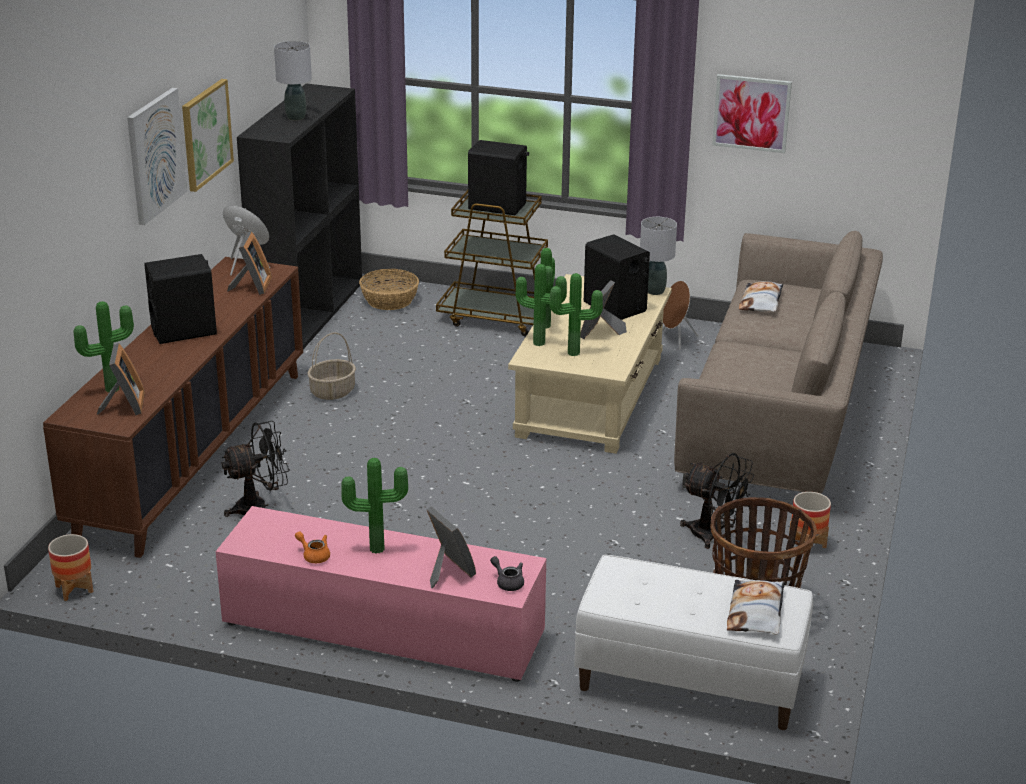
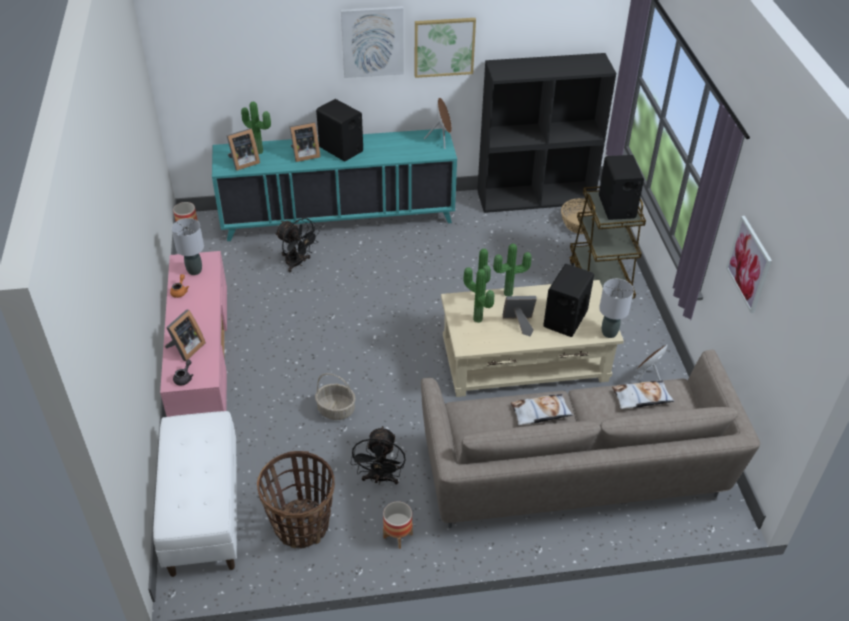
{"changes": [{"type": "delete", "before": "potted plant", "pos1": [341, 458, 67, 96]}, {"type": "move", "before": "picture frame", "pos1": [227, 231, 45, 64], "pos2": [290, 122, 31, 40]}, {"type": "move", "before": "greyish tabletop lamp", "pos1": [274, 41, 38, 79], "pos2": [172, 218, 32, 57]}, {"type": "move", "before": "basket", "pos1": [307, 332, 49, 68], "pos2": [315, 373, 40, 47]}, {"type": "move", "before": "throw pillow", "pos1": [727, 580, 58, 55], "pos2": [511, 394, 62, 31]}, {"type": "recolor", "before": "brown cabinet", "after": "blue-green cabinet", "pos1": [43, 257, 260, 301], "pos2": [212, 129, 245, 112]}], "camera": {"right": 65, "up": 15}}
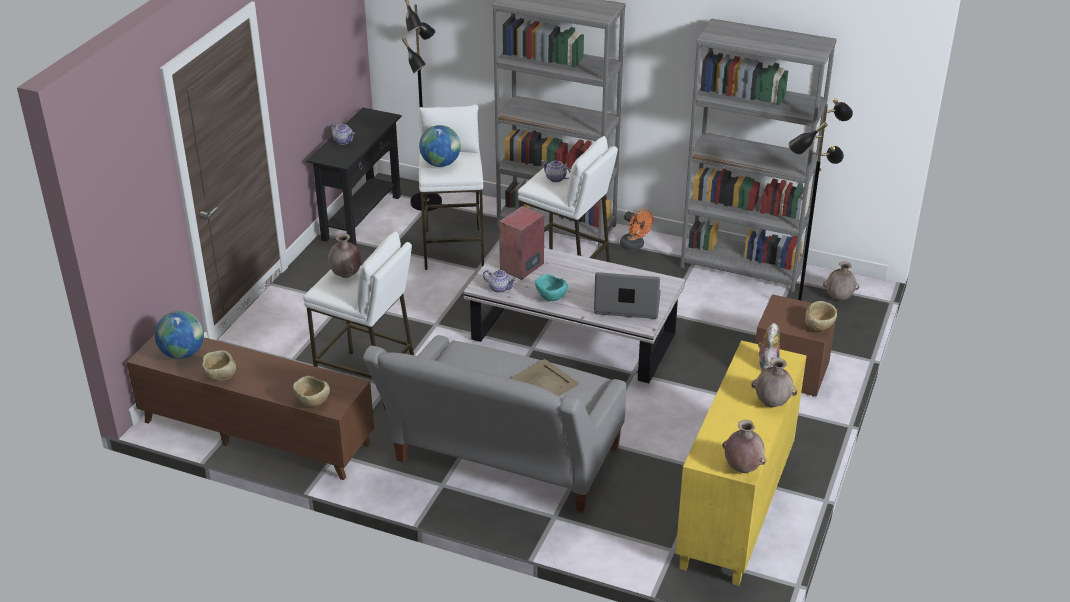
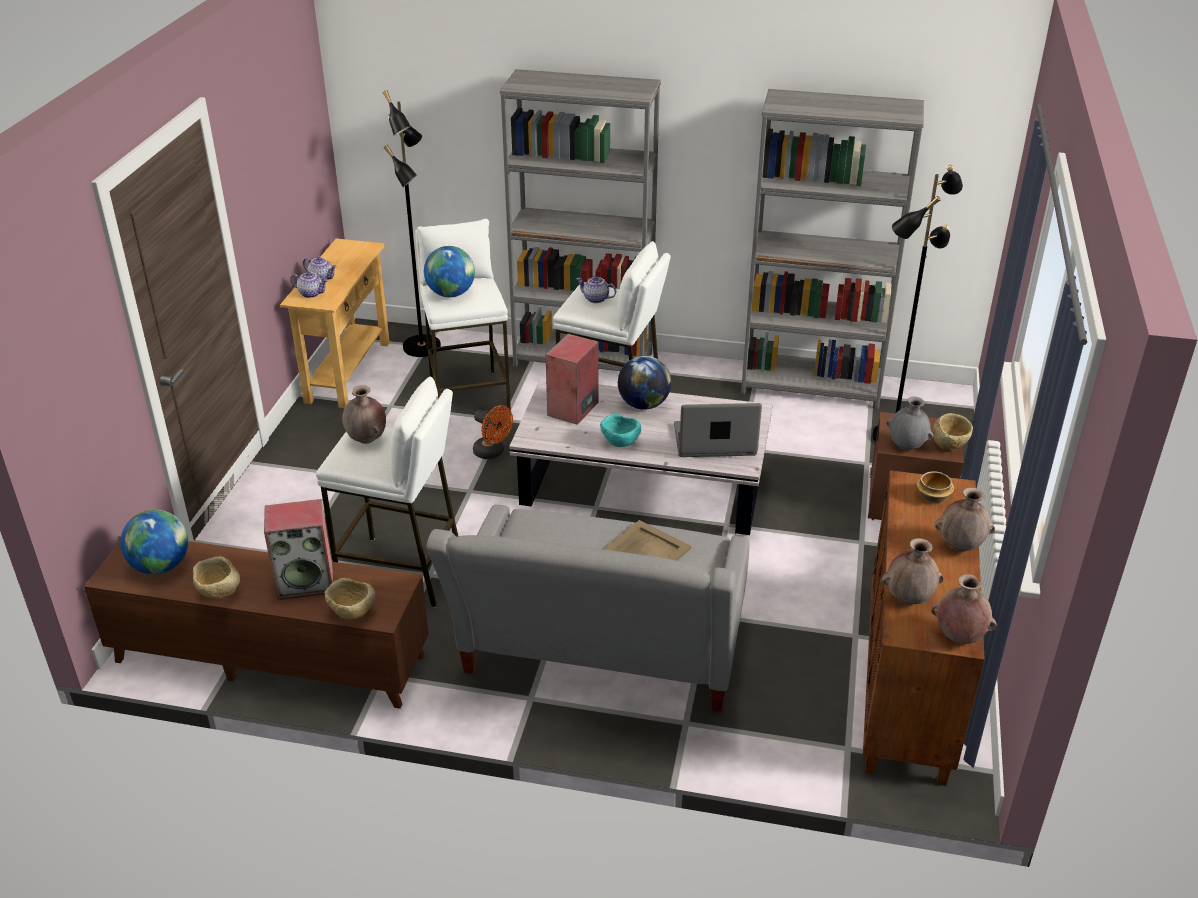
{"changes": [{"type": "insert", "after": "loudspeaker", "pos2": [264, 499, 69, 101]}, {"type": "insert", "after": "desk globe", "pos2": [618, 356, 53, 54]}, {"type": "insert", "after": "greyish flower vase", "pos2": [886, 397, 48, 54]}, {"type": "move", "before": "tea pot", "pos1": [483, 270, 33, 23], "pos2": [290, 272, 38, 26]}, {"type": "move", "before": "orange cooling fan", "pos1": [620, 209, 34, 41], "pos2": [473, 405, 40, 54]}, {"type": "move", "before": "brown flower vase", "pos1": [823, 261, 36, 40], "pos2": [882, 538, 62, 67]}, {"type": "replace", "before": "soft toy", "after": "serving bowl", "pos1": [758, 323, 22, 48], "pos2": [917, 471, 37, 32]}, {"type": "recolor", "before": "blackish narrow table", "after": "beige narrow table", "pos1": [306, 108, 96, 138], "pos2": [280, 239, 110, 169]}, {"type": "recolor", "before": "yellow cabinet", "after": "brown cabinet", "pos1": [676, 340, 131, 246], "pos2": [863, 470, 122, 316]}], "camera": {"right": -10, "up": 0}}
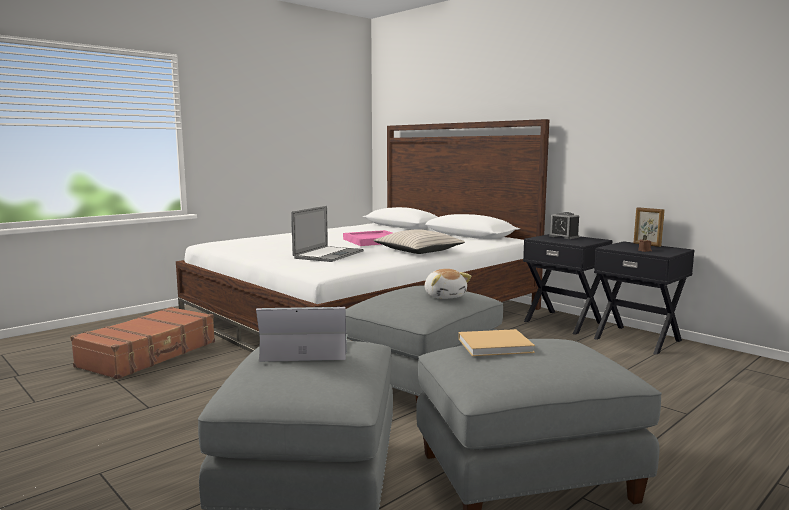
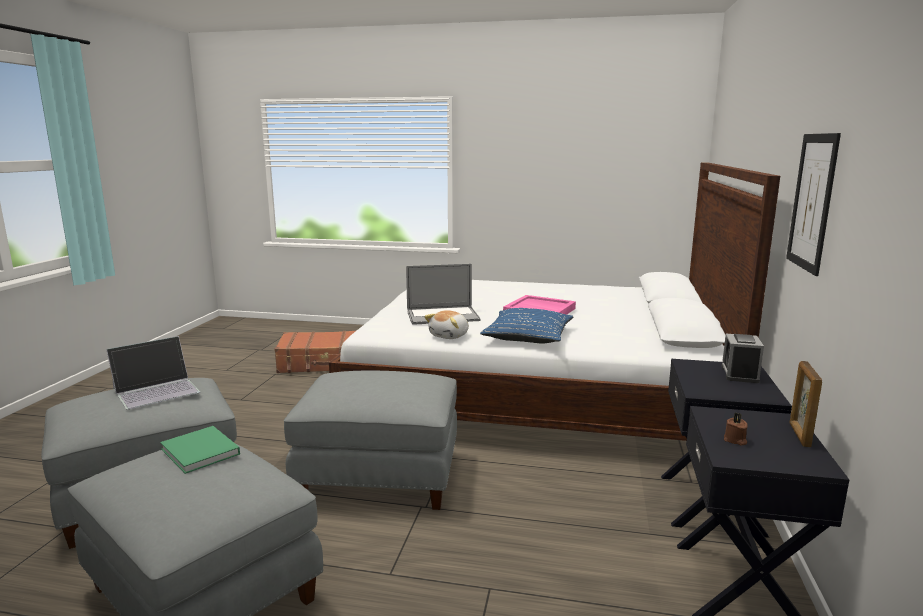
{"changes": [{"type": "insert", "after": "wall picture", "pos2": [786, 133, 55, 143]}, {"type": "move", "before": "soft toy", "pos1": [425, 269, 46, 30], "pos2": [424, 310, 45, 29]}, {"type": "recolor", "before": "beige throw pillow", "after": "blue-coloured throw pillow", "pos1": [373, 229, 92, 25], "pos2": [480, 308, 93, 35]}, {"type": "recolor", "before": "beige volume", "after": "green-coloured volume", "pos1": [458, 329, 77, 27], "pos2": [160, 426, 80, 48]}, {"type": "rotate", "before": "notebook computer", "pos1": [256, 307, 91, 55], "pos2": [106, 336, 95, 74], "turn": 90}], "camera": {"right": 55, "up": 5}}
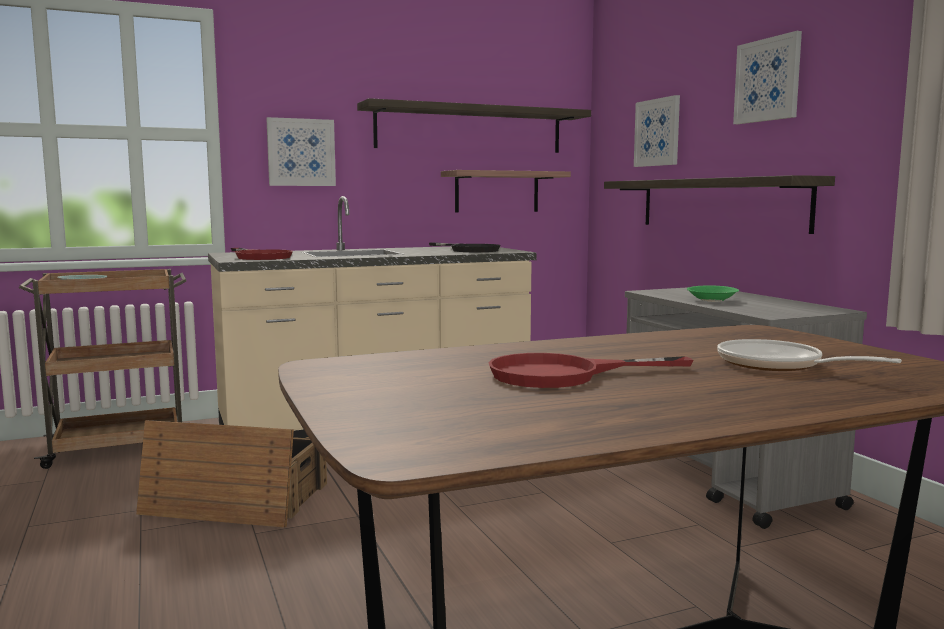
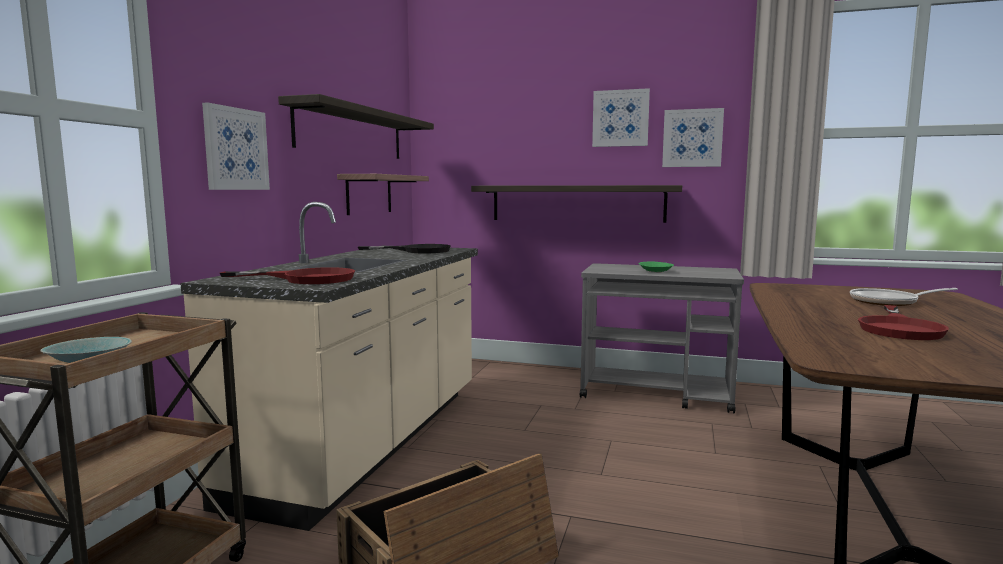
{"changes": [{"type": "move", "before": "wall picture", "pos1": [634, 95, 46, 72], "pos2": [662, 108, 62, 59]}], "camera": {"right": -50, "up": 0}}
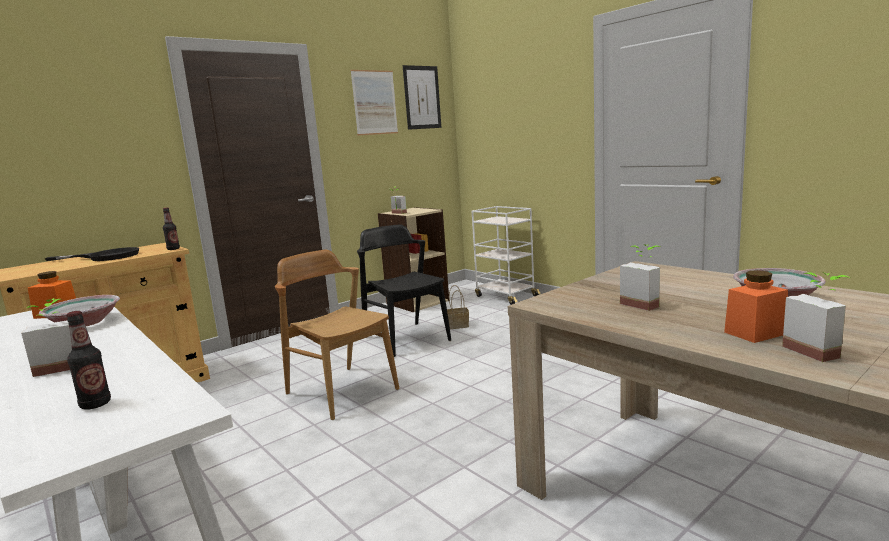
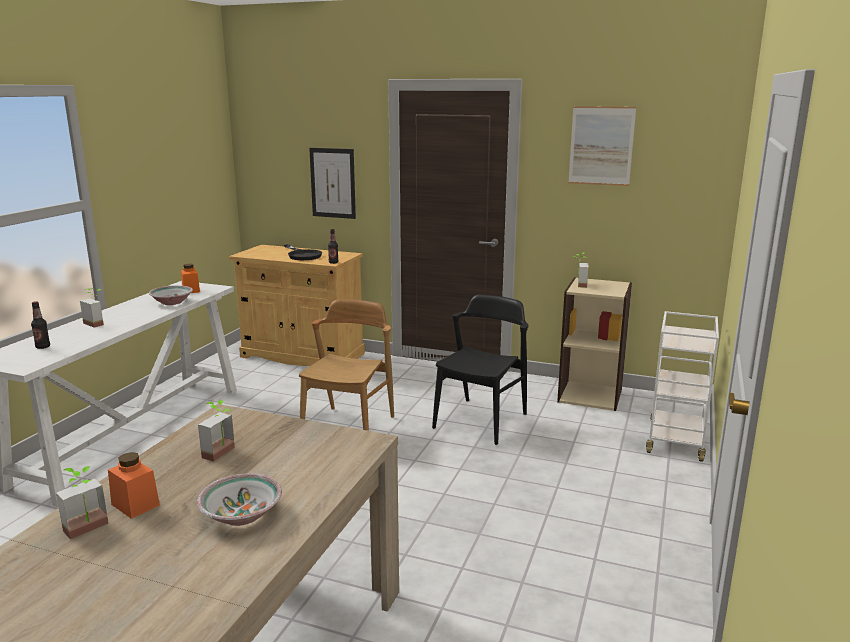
{"changes": [{"type": "delete", "before": "basket", "pos1": [447, 285, 22, 44]}, {"type": "move", "before": "wall picture", "pos1": [403, 65, 38, 65], "pos2": [309, 148, 47, 71]}], "camera": {"right": 60, "up": 5}}
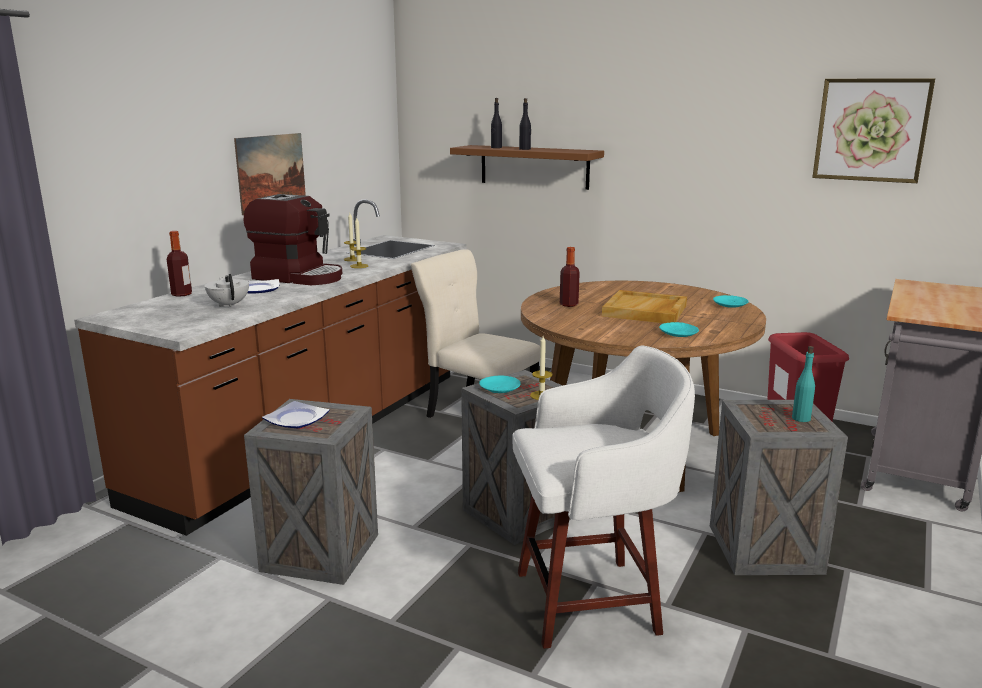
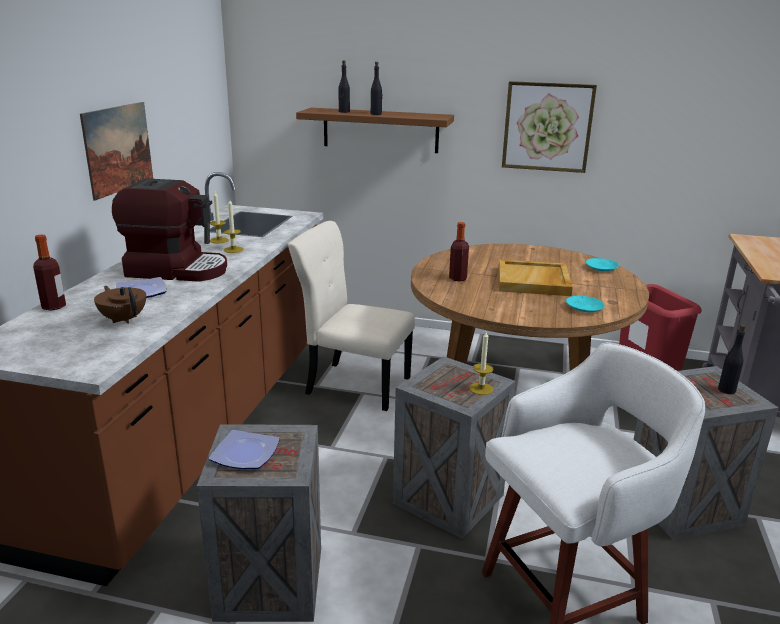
{"changes": [{"type": "delete", "before": "blue-green plate", "pos1": [479, 376, 42, 17]}, {"type": "move", "before": "wall picture", "pos1": [812, 78, 123, 105], "pos2": [502, 81, 95, 92]}, {"type": "recolor", "before": "white tea pot", "after": "brown tea pot", "pos1": [205, 274, 44, 34], "pos2": [94, 286, 52, 38]}, {"type": "recolor", "before": "blue-green bottle", "after": "blackish bottle", "pos1": [792, 346, 23, 76], "pos2": [718, 325, 28, 69]}], "camera": {"right": -15, "up": 5}}
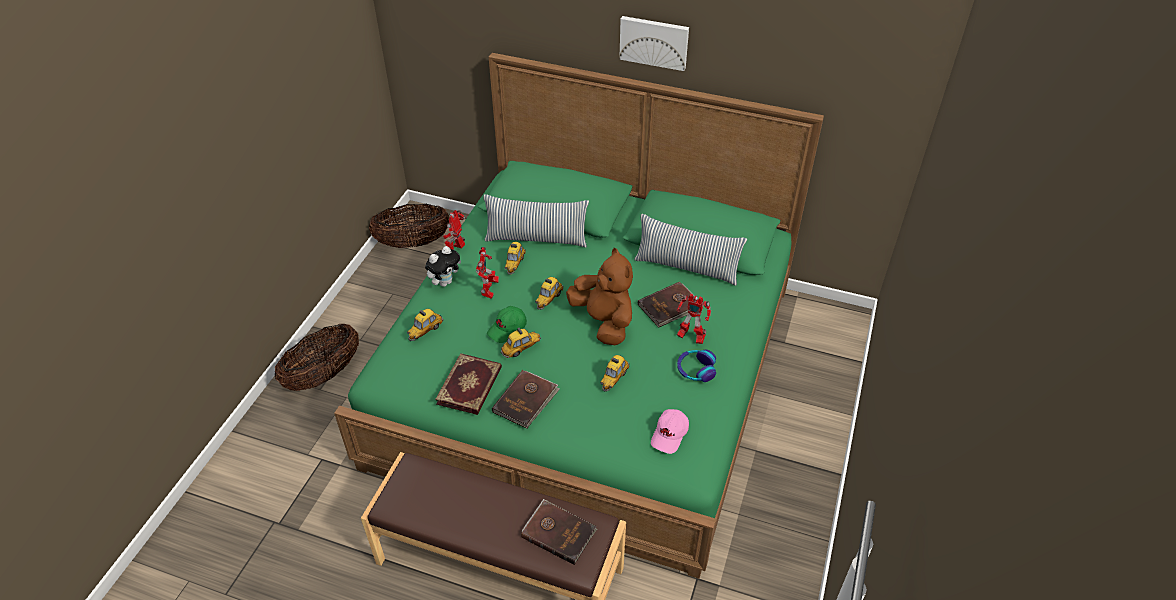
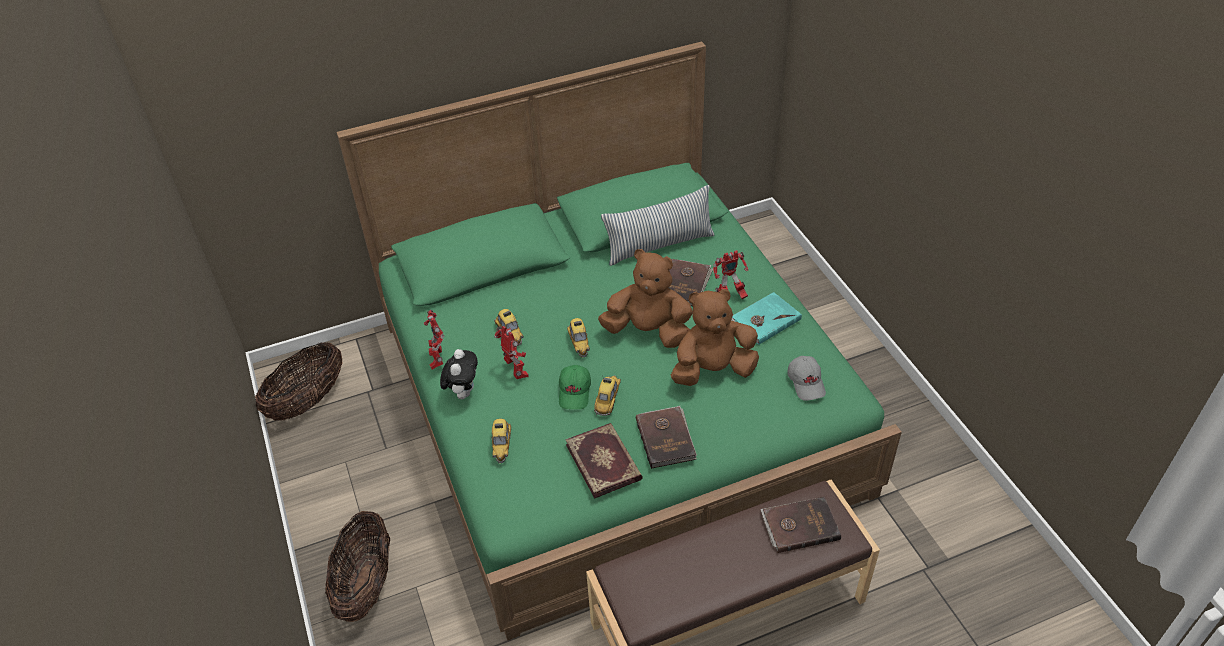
{"changes": [{"type": "delete", "before": "throw pillow", "pos1": [483, 194, 106, 53]}, {"type": "delete", "before": "wall picture", "pos1": [619, 16, 70, 55]}, {"type": "replace", "before": "toy car", "after": "brown soft toy", "pos1": [600, 355, 30, 37], "pos2": [671, 289, 88, 97]}, {"type": "replace", "before": "pair of headphones", "after": "blue-green volume", "pos1": [677, 350, 39, 32], "pos2": [731, 292, 71, 53]}, {"type": "recolor", "before": "pink baseball cap", "after": "greyish baseball cap", "pos1": [651, 409, 38, 45], "pos2": [787, 356, 39, 45]}], "camera": {"right": -40, "up": 0}}
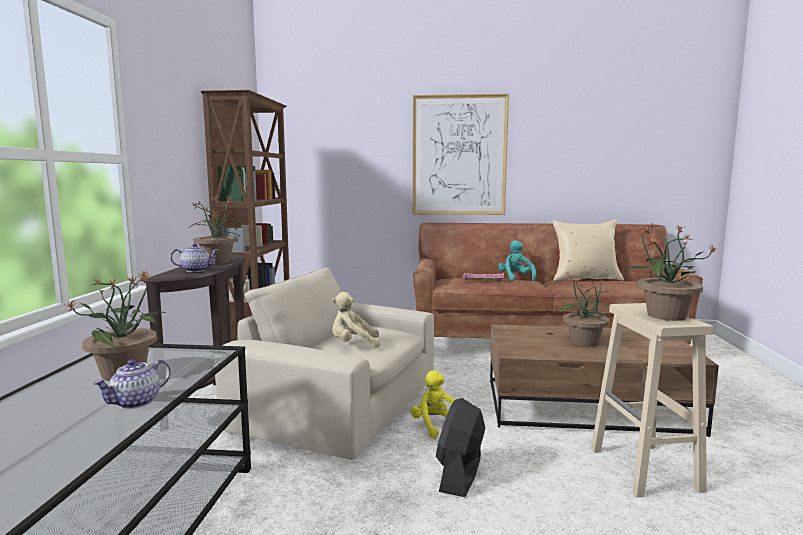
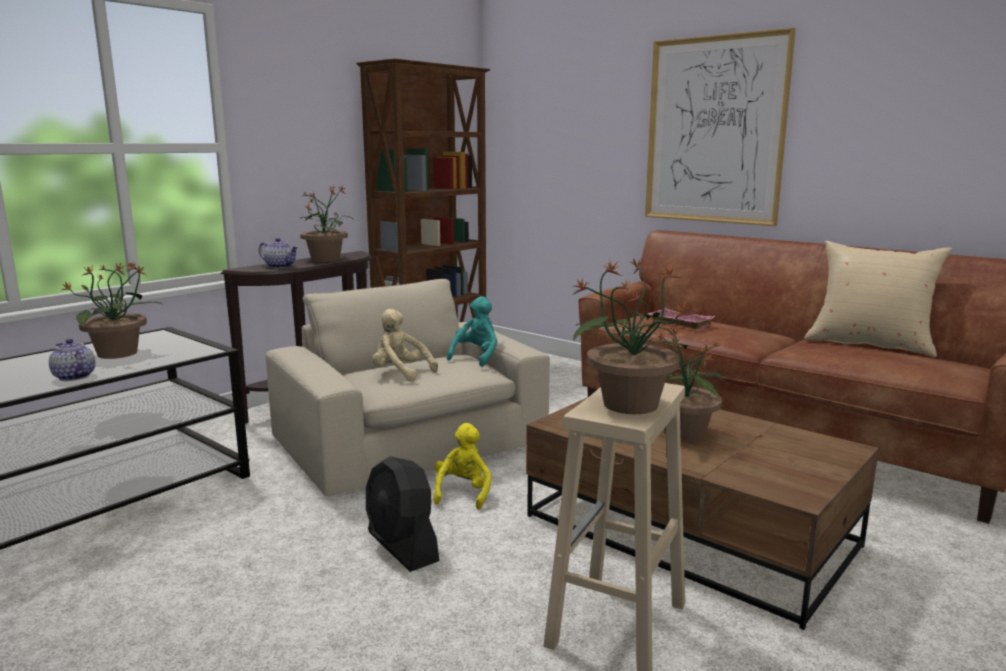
{"changes": [{"type": "move", "before": "blue-green soft toy", "pos1": [498, 240, 38, 41], "pos2": [447, 296, 50, 71]}, {"type": "rotate", "before": "tea pot", "pos1": [93, 360, 78, 49], "pos2": [49, 339, 47, 42], "turn": 60}, {"type": "rotate", "before": "blackish cooling fan", "pos1": [436, 398, 49, 99], "pos2": [366, 456, 73, 116], "turn": -90}], "camera": {"right": 35, "up": 5}}
